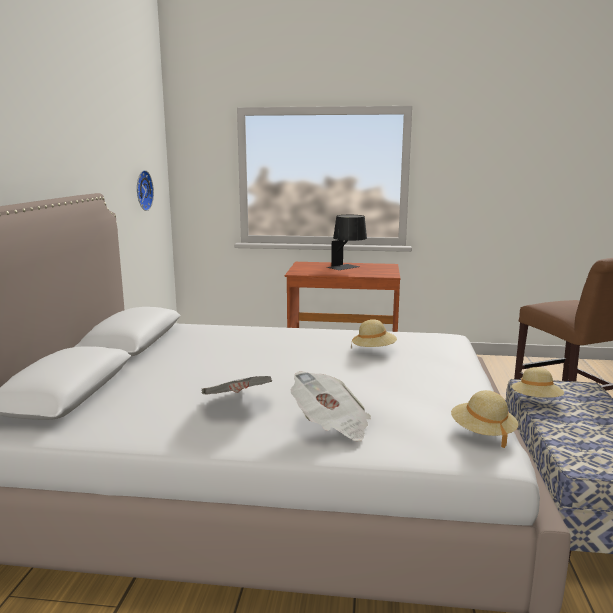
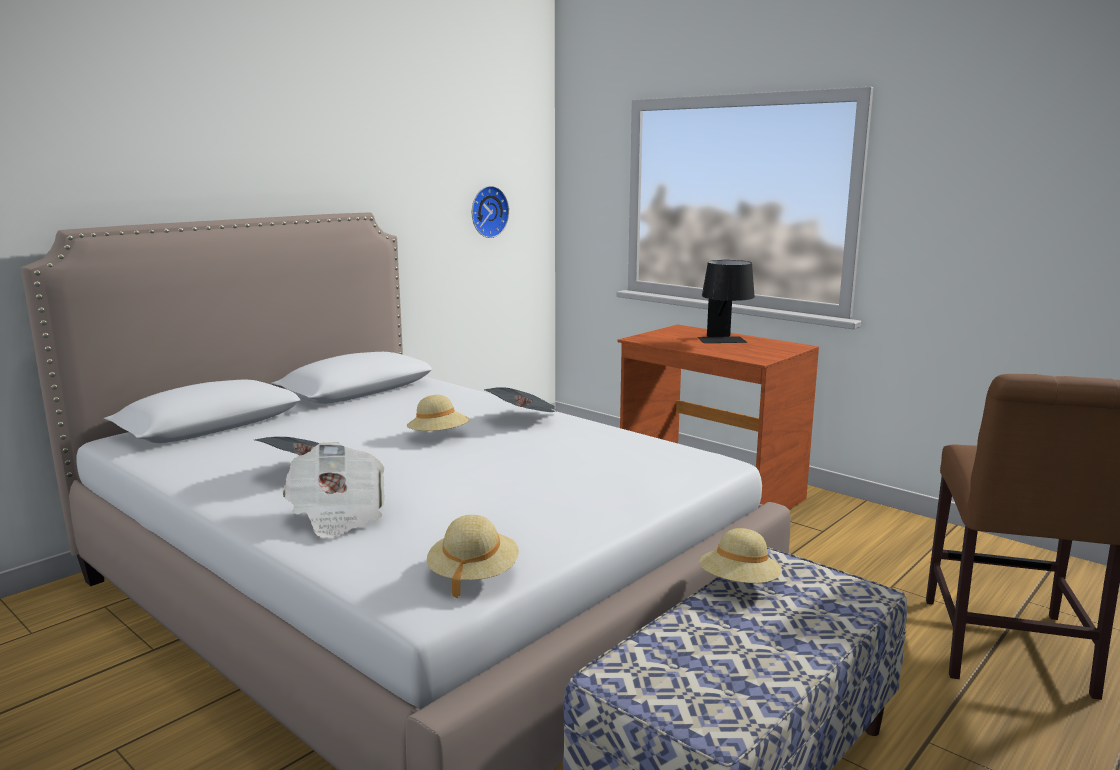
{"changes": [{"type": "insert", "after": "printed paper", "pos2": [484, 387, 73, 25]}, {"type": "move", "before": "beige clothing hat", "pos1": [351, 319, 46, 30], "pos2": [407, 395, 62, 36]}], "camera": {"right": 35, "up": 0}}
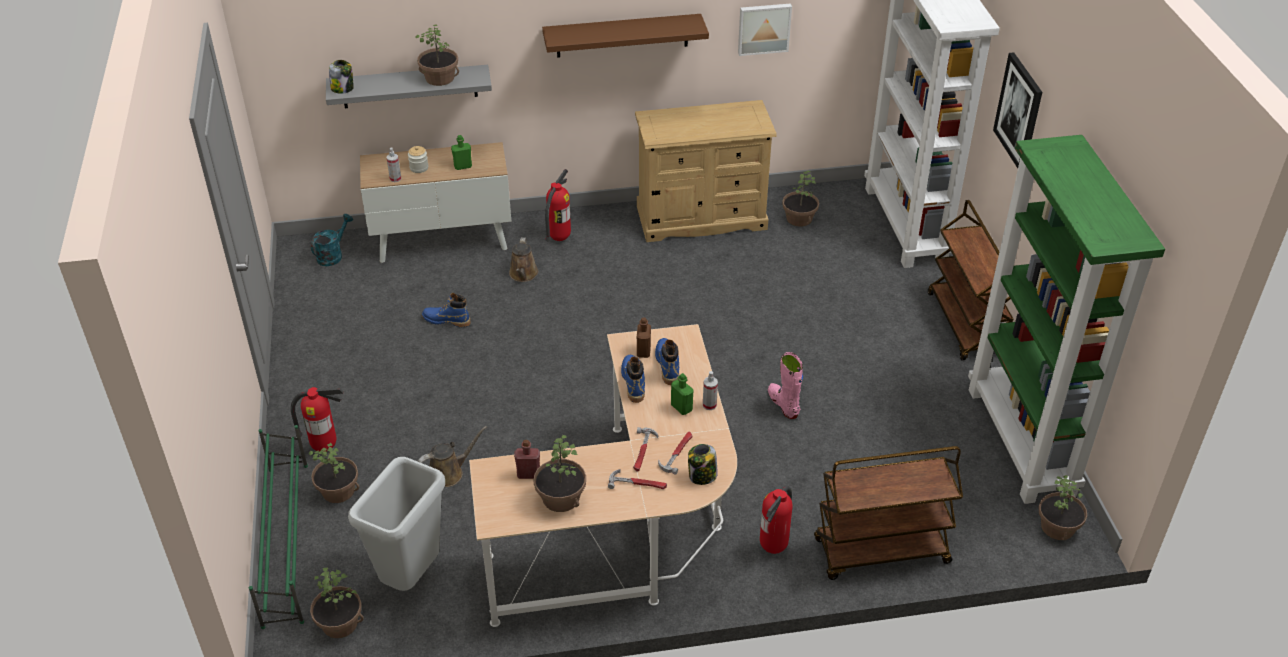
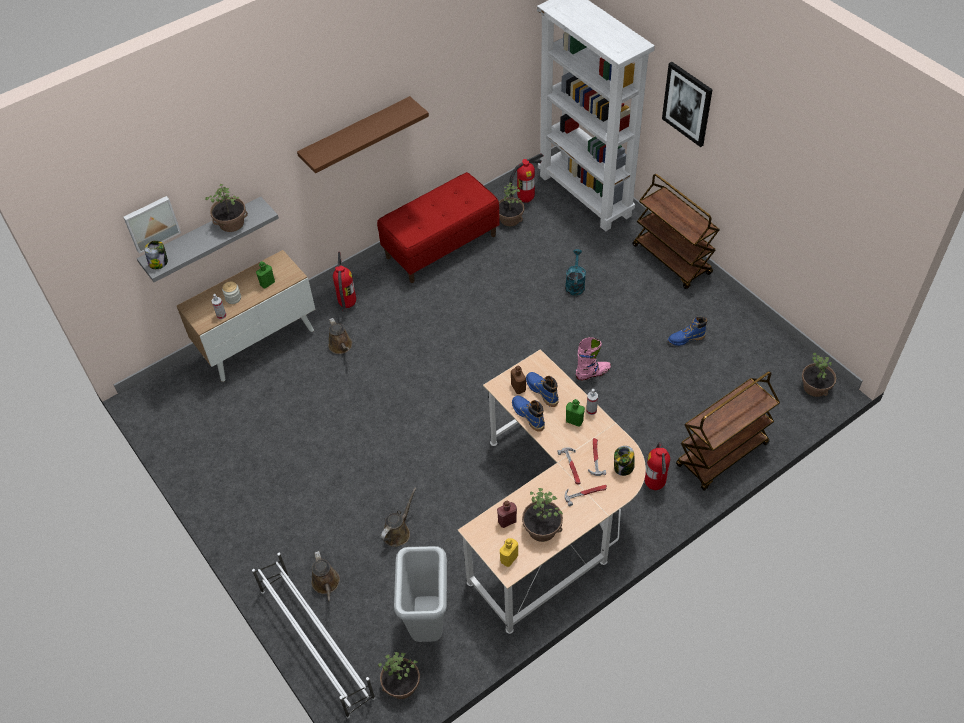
{"changes": [{"type": "delete", "before": "green-coloured shelving unit", "pos1": [968, 135, 197, 369]}, {"type": "insert", "after": "yellow bottle", "pos2": [500, 538, 18, 29]}, {"type": "move", "before": "extinguisher", "pos1": [291, 387, 53, 65], "pos2": [509, 153, 34, 50]}, {"type": "move", "before": "blue-green watering can", "pos1": [311, 214, 42, 52], "pos2": [565, 249, 21, 47]}, {"type": "move", "before": "blue-coloured high-top boot", "pos1": [422, 293, 48, 34], "pos2": [668, 317, 39, 29]}, {"type": "move", "before": "wall picture", "pos1": [738, 3, 54, 53], "pos2": [123, 196, 58, 58]}, {"type": "replace", "before": "potted plant", "after": "brown watering can", "pos1": [308, 443, 52, 60], "pos2": [312, 551, 28, 50]}, {"type": "replace", "before": "beige chest of drawers", "after": "red-coloured bench", "pos1": [635, 100, 142, 142], "pos2": [377, 172, 123, 111]}, {"type": "recolor", "before": "green-coloured shoe stand", "after": "white shoe stand", "pos1": [249, 425, 59, 204], "pos2": [252, 553, 123, 165]}, {"type": "rotate", "before": "pink high-top boot", "pos1": [768, 352, 35, 67], "pos2": [576, 337, 35, 43], "turn": 120}], "camera": {"right": -25, "up": 10}}
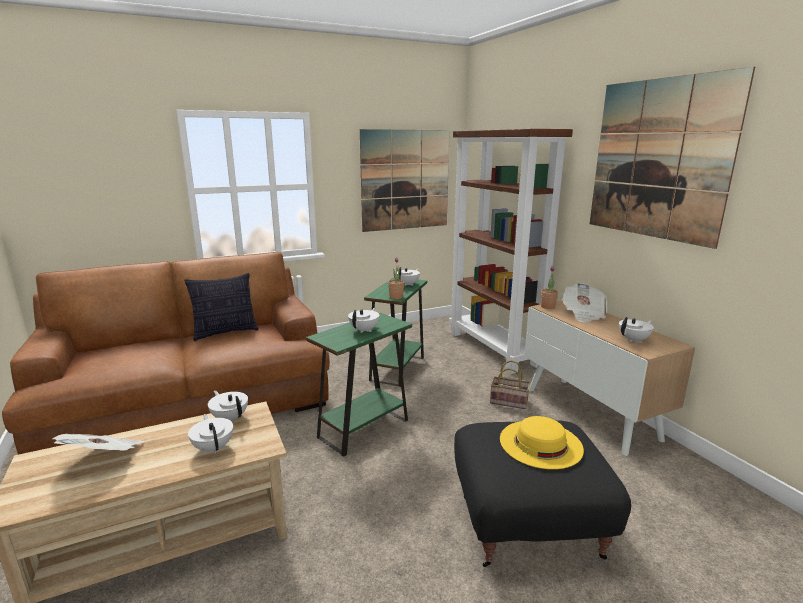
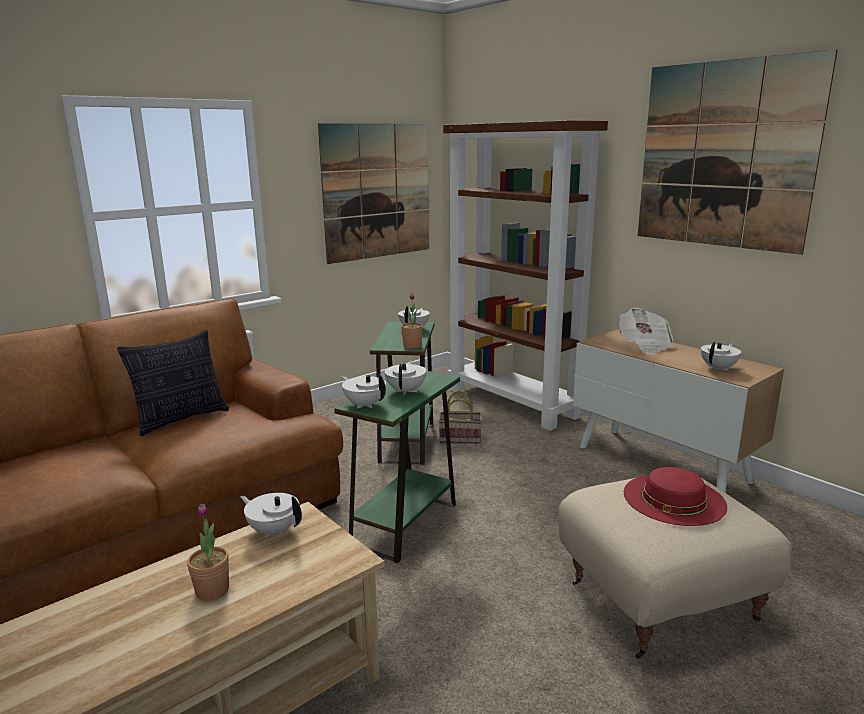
{"changes": [{"type": "delete", "before": "printed paper", "pos1": [52, 434, 93, 17]}, {"type": "move", "before": "white tea pot", "pos1": [188, 414, 45, 40], "pos2": [342, 374, 44, 34]}, {"type": "move", "before": "basket", "pos1": [490, 360, 40, 49], "pos2": [439, 390, 43, 54]}, {"type": "move", "before": "potted plant", "pos1": [541, 267, 17, 42], "pos2": [187, 504, 42, 97]}, {"type": "recolor", "before": "blackish footrest", "after": "beige footrest", "pos1": [454, 420, 177, 147], "pos2": [558, 478, 234, 181]}, {"type": "recolor", "before": "yellow clothing hat", "after": "red-coloured clothing hat", "pos1": [500, 416, 84, 53], "pos2": [624, 467, 103, 59]}], "camera": {"right": -15, "up": 0}}
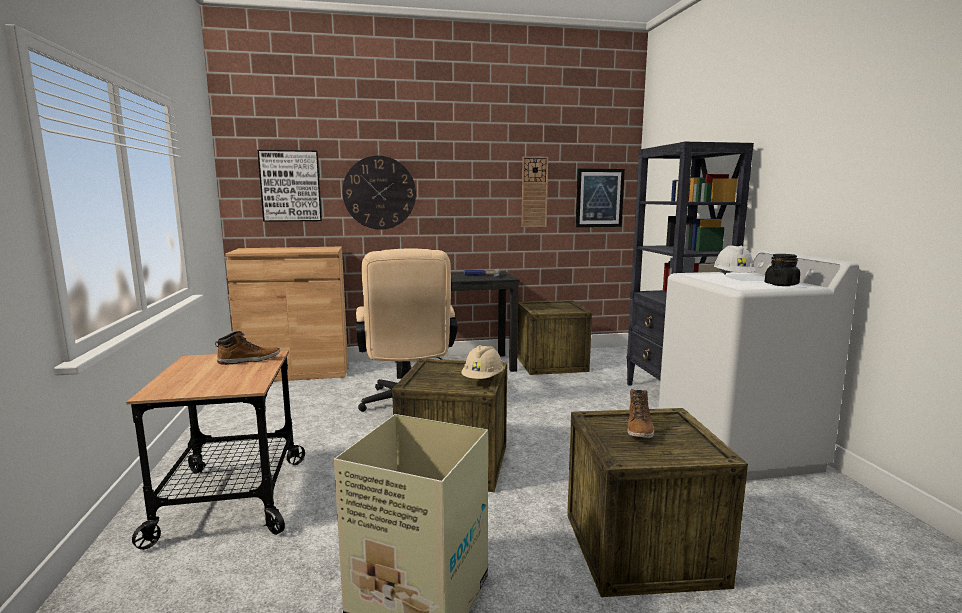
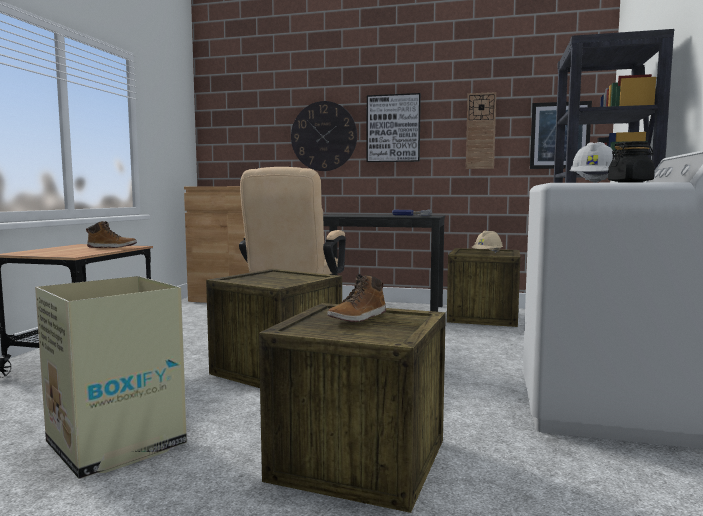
{"changes": [{"type": "move", "before": "wall picture", "pos1": [257, 150, 65, 72], "pos2": [366, 93, 55, 69]}, {"type": "move", "before": "beige safety helmet", "pos1": [461, 345, 43, 34], "pos2": [472, 231, 31, 22]}], "camera": {"right": 25, "up": -5}}
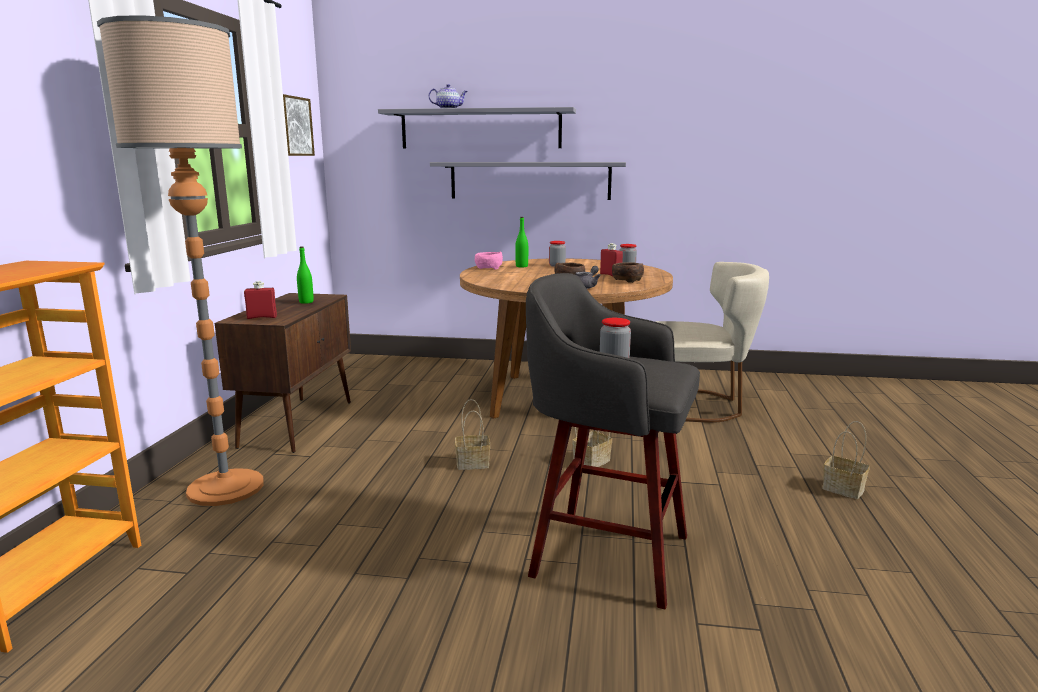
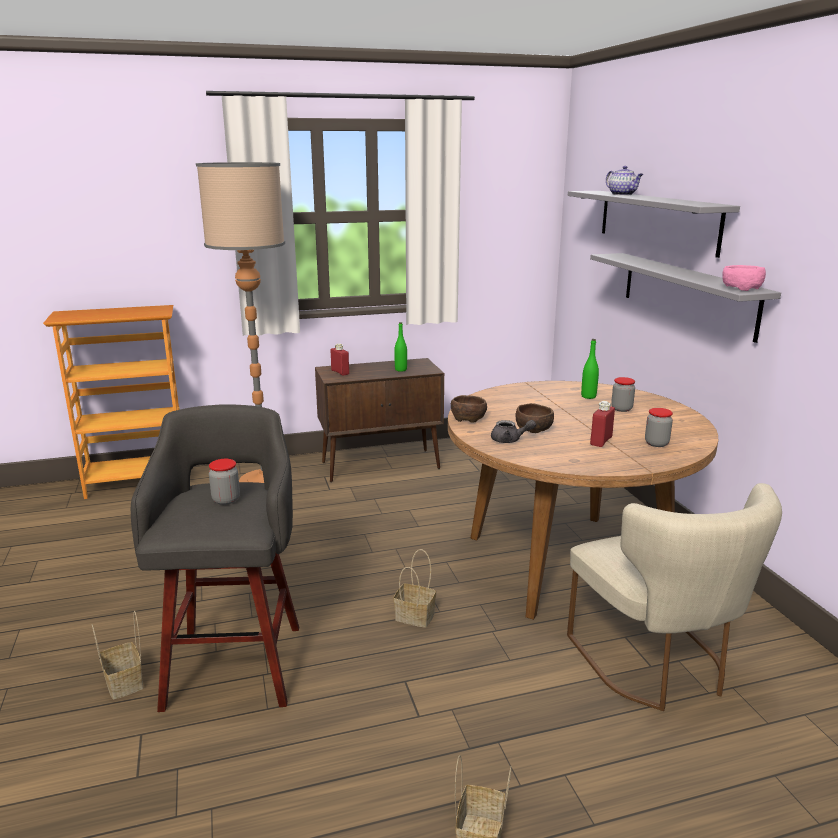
{"changes": [{"type": "delete", "before": "wall picture", "pos1": [283, 94, 32, 62]}, {"type": "move", "before": "basket", "pos1": [455, 399, 35, 71], "pos2": [92, 611, 52, 89]}, {"type": "move", "before": "pink serving bowl", "pos1": [475, 252, 28, 17], "pos2": [722, 265, 44, 26]}, {"type": "move", "before": "brown serving bowl", "pos1": [612, 262, 32, 21], "pos2": [451, 395, 36, 28]}], "camera": {"right": 65, "up": 5}}
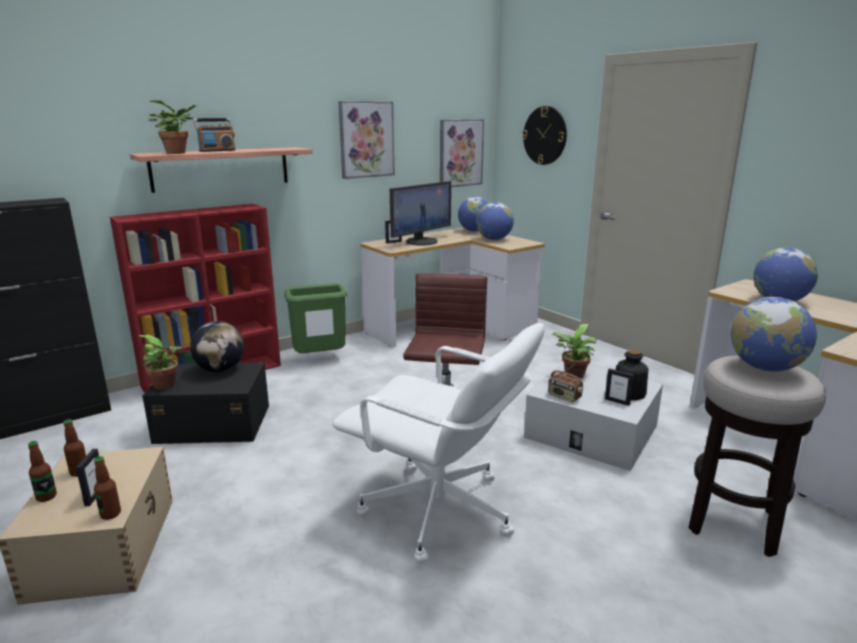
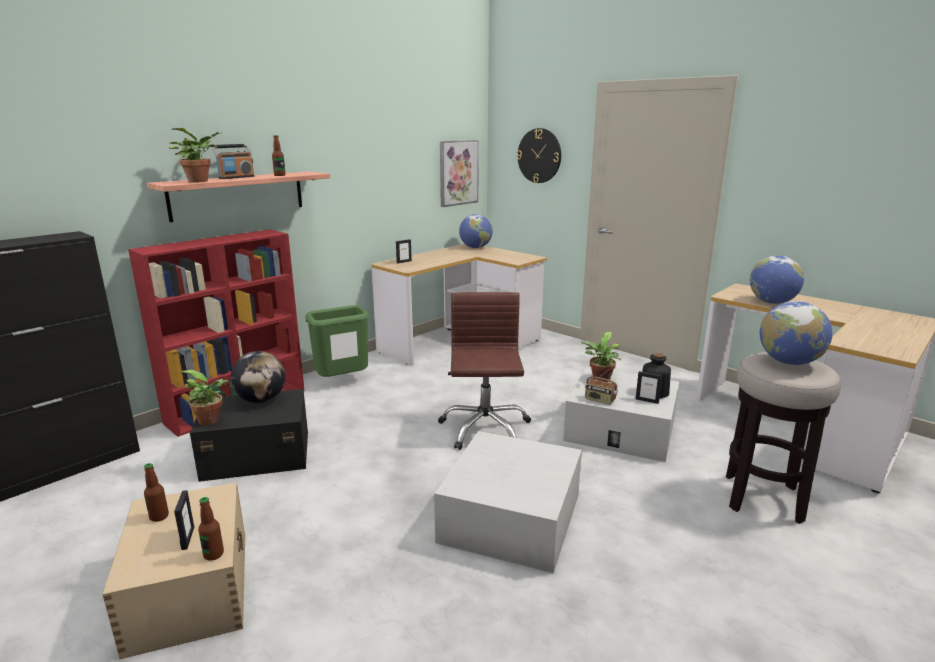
{"changes": [{"type": "delete", "before": "wall picture", "pos1": [338, 101, 57, 78]}, {"type": "delete", "before": "computer screen", "pos1": [390, 181, 61, 65]}, {"type": "delete", "before": "desk globe", "pos1": [476, 202, 38, 38]}, {"type": "move", "before": "bottle", "pos1": [28, 441, 29, 61], "pos2": [272, 135, 14, 41]}, {"type": "replace", "before": "white desk chair", "after": "white storage bin", "pos1": [333, 323, 212, 241], "pos2": [434, 431, 148, 142]}], "camera": {"right": -10, "up": 0}}
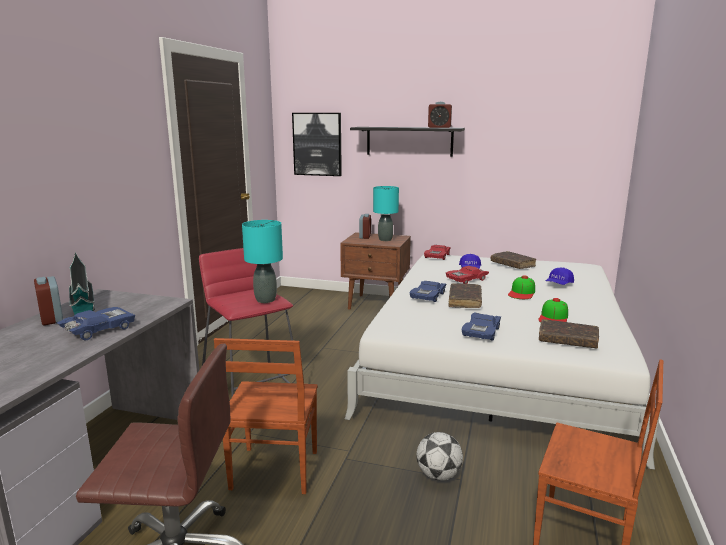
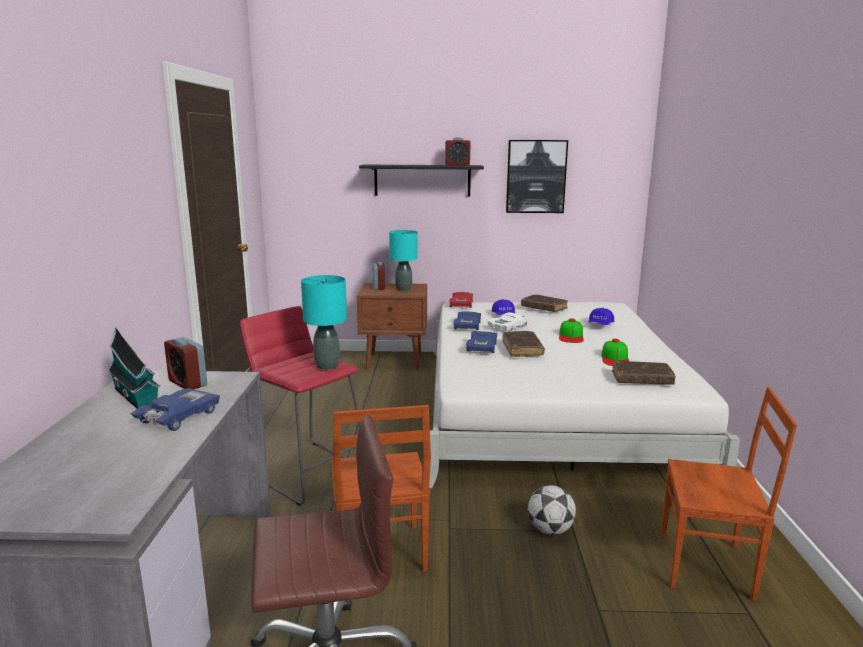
{"changes": [{"type": "move", "before": "table clock", "pos1": [34, 276, 29, 49], "pos2": [164, 337, 43, 52]}, {"type": "move", "before": "wall picture", "pos1": [292, 113, 50, 63], "pos2": [506, 140, 62, 73]}, {"type": "move", "before": "blue-coloured toy car", "pos1": [462, 313, 39, 28], "pos2": [453, 311, 28, 19]}, {"type": "recolor", "before": "red-coloured toy car", "after": "white toy car", "pos1": [446, 266, 43, 18], "pos2": [488, 312, 43, 20]}], "camera": {"right": -15, "up": 0}}
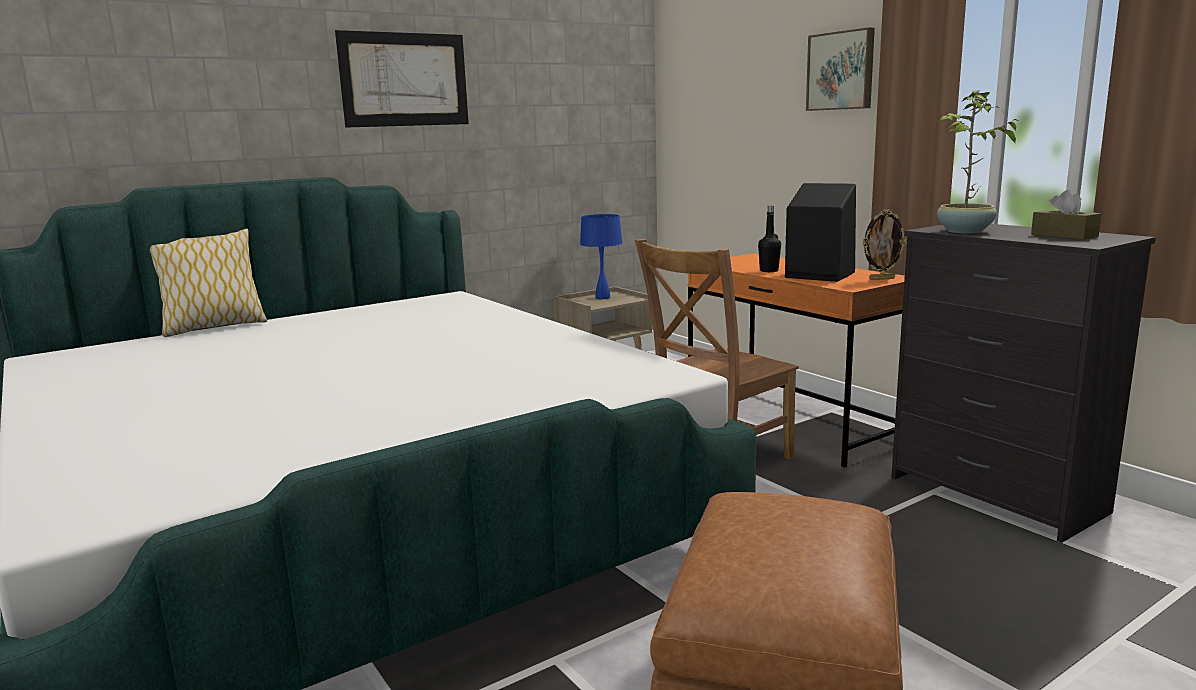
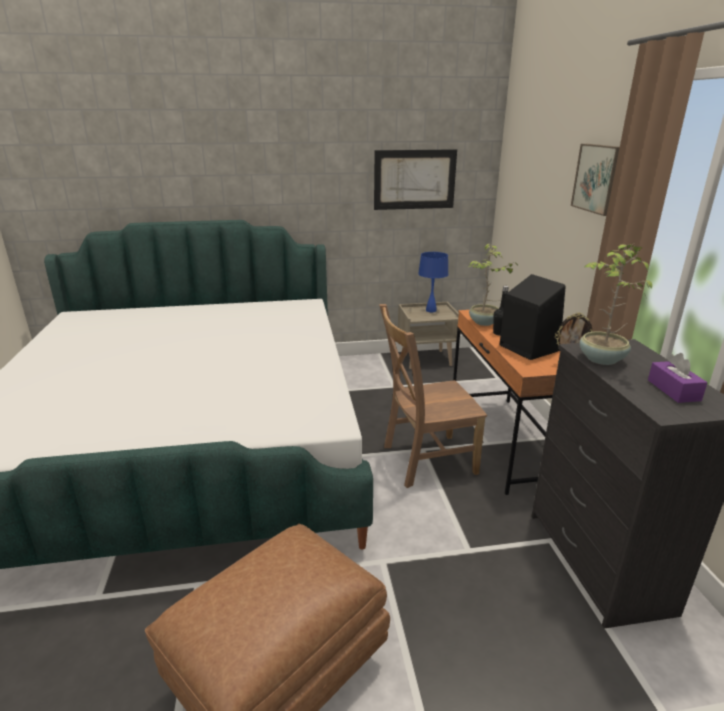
{"changes": [{"type": "delete", "before": "throw pillow", "pos1": [150, 229, 117, 108]}, {"type": "insert", "after": "potted plant", "pos2": [469, 244, 49, 82]}, {"type": "move", "before": "wall picture", "pos1": [335, 30, 134, 98], "pos2": [374, 149, 83, 61]}, {"type": "recolor", "before": "brown tissue box", "after": "purple tissue box", "pos1": [1031, 190, 70, 50], "pos2": [648, 353, 60, 50]}], "camera": {"right": 25, "up": 10}}
